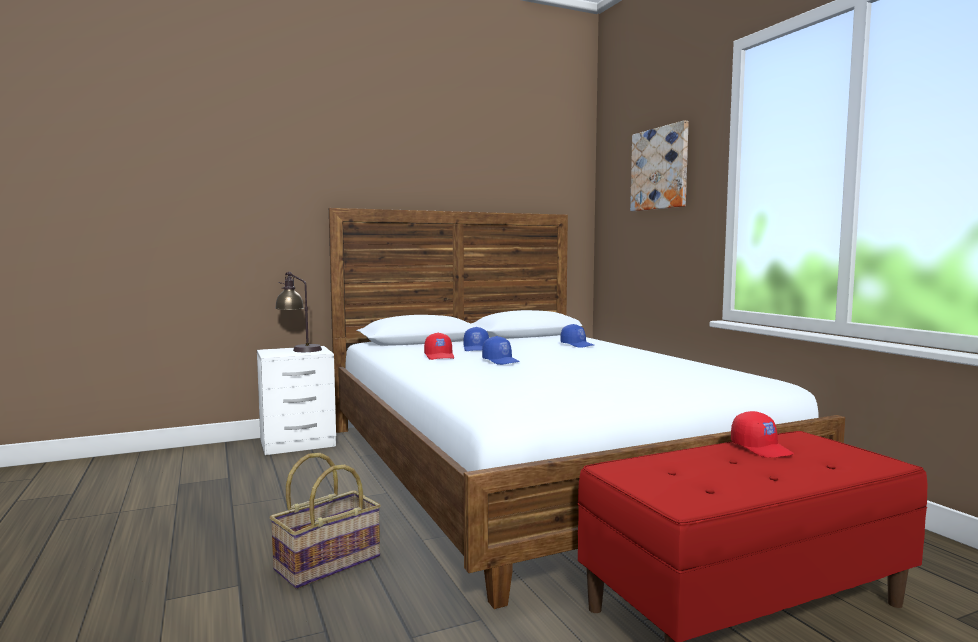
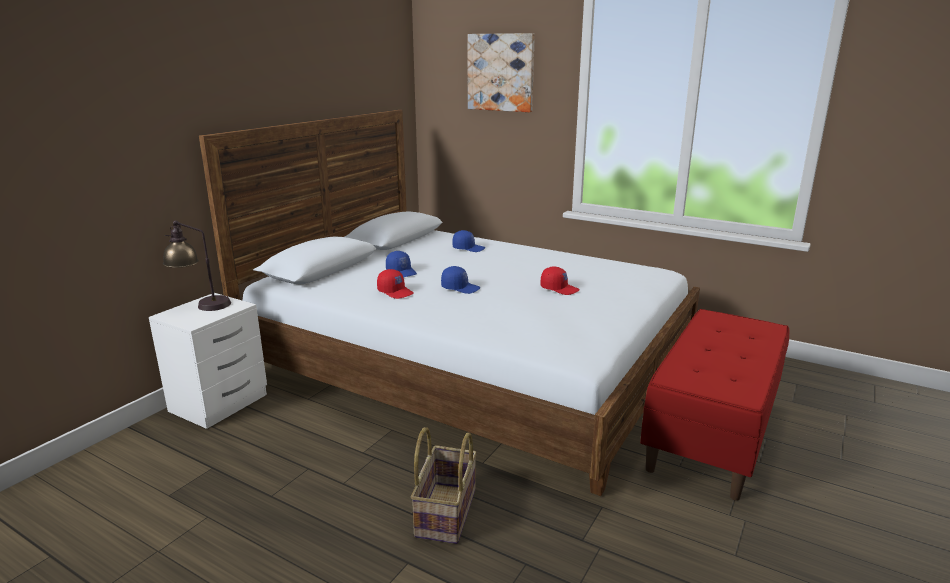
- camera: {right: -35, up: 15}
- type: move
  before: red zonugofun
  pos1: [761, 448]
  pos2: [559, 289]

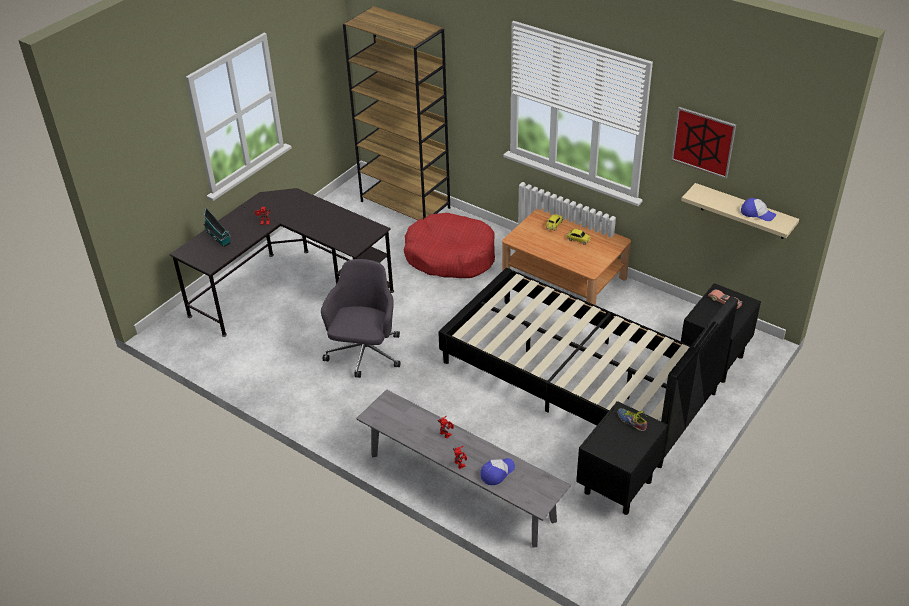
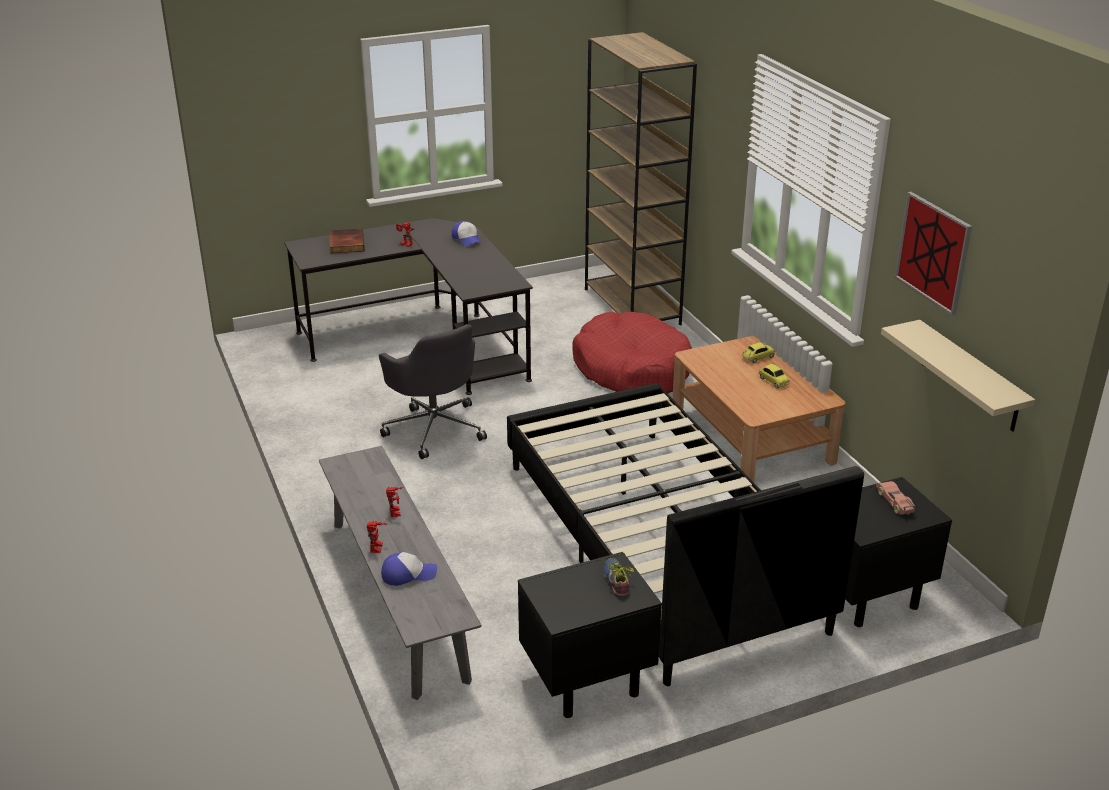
- camera: {right: 30, up: -10}
- type: move
  before: zonugofun
  pos1: [757, 213]
  pos2: [467, 239]
- type: replace
  before: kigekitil
  after: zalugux
  pos1: [219, 238]
  pos2: [346, 243]
- type: rotate
  before: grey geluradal
  pos1: [365, 354]
  pos2: [434, 428]
  turn: 105

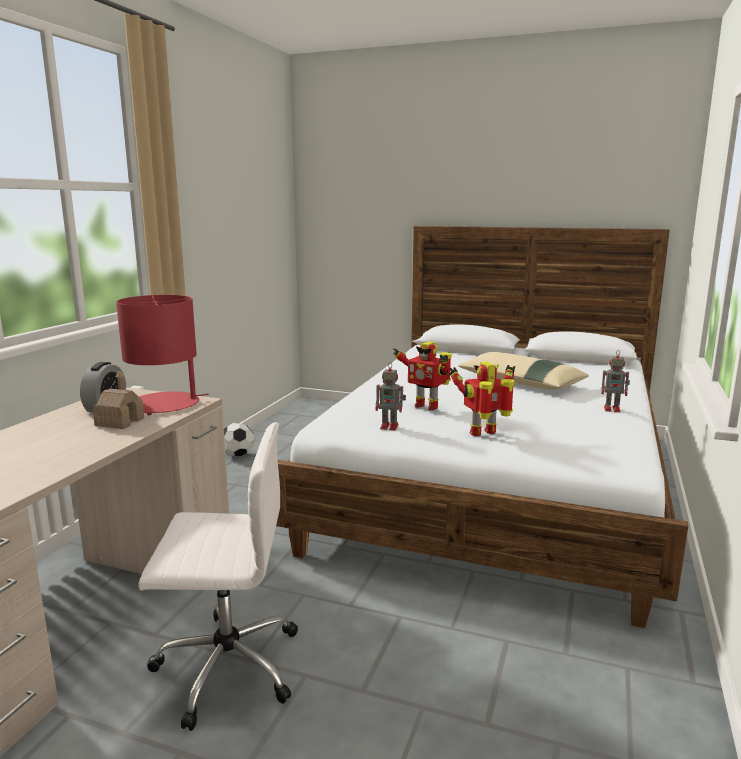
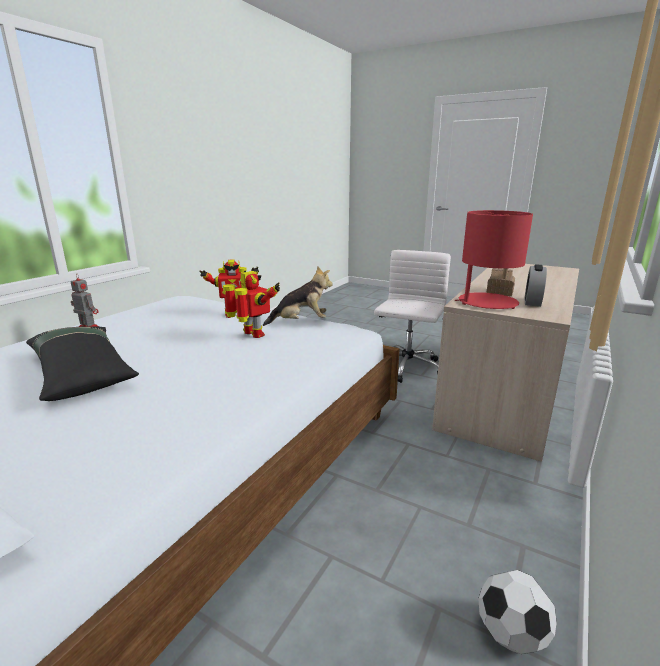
- camera: {right: -170, up: 5}
- type: recolor
  before: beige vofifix
  after: black vofifix
  pos1: [520, 382]
  pos2: [81, 372]
- type: replace
  before: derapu
  after: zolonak
  pos1: [390, 426]
  pos2: [300, 322]
- type: rotate
  before: white geluradal
  pos1: [225, 666]
  pos2: [406, 368]
  turn: 105

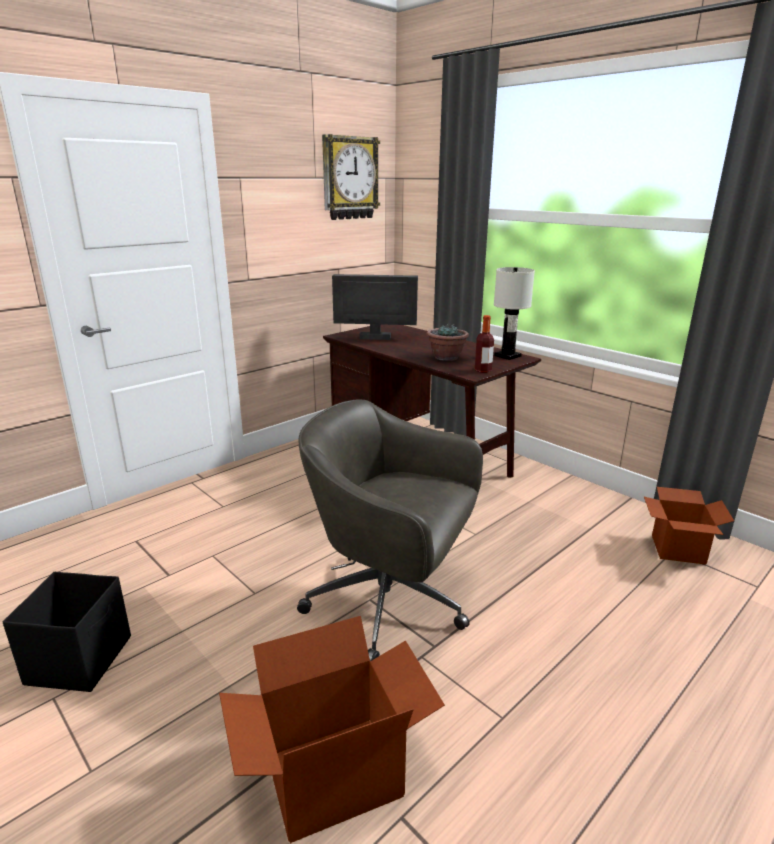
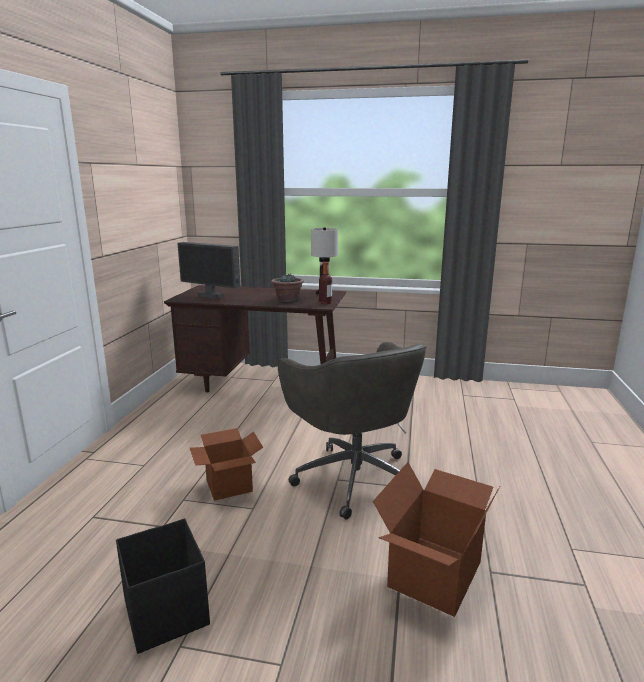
- camera: {right: -35, up: -5}
- type: delete
  before: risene
  pos1: [349, 178]
- type: rotate
  before: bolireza
  pos1: [375, 338]
  pos2: [211, 296]
  turn: -120
- type: rotate
  before: grey geluradal
  pos1: [391, 604]
  pos2: [353, 476]
  turn: -105
- type: move
  before: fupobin
  pos1: [678, 549]
  pos2: [229, 486]

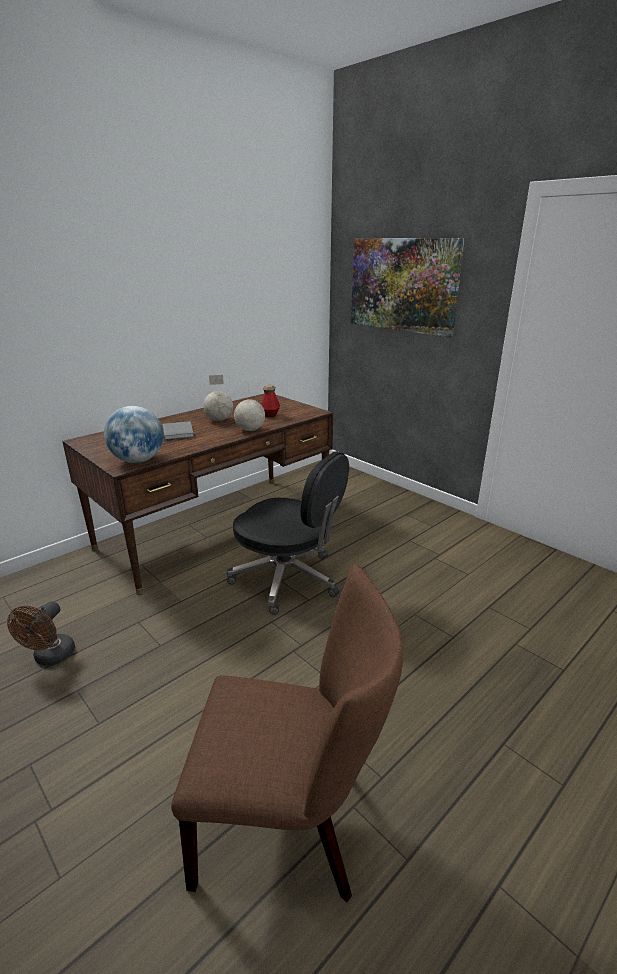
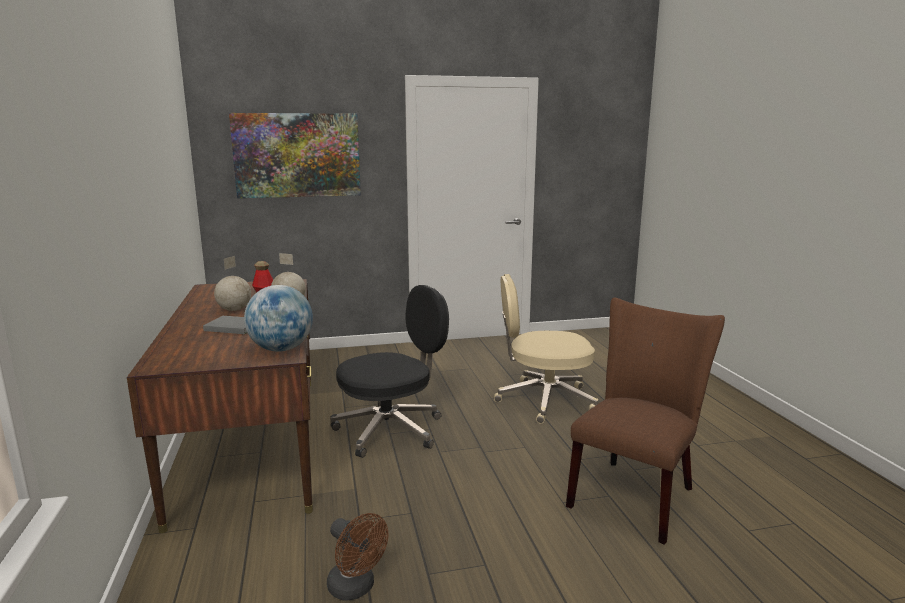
- camera: {right: -60, up: -10}
- type: insert
  after: beige geluradal
  pos2: [543, 400]

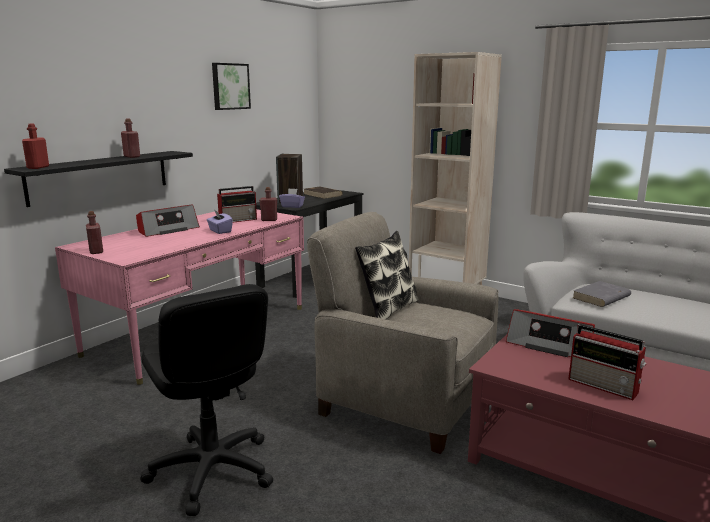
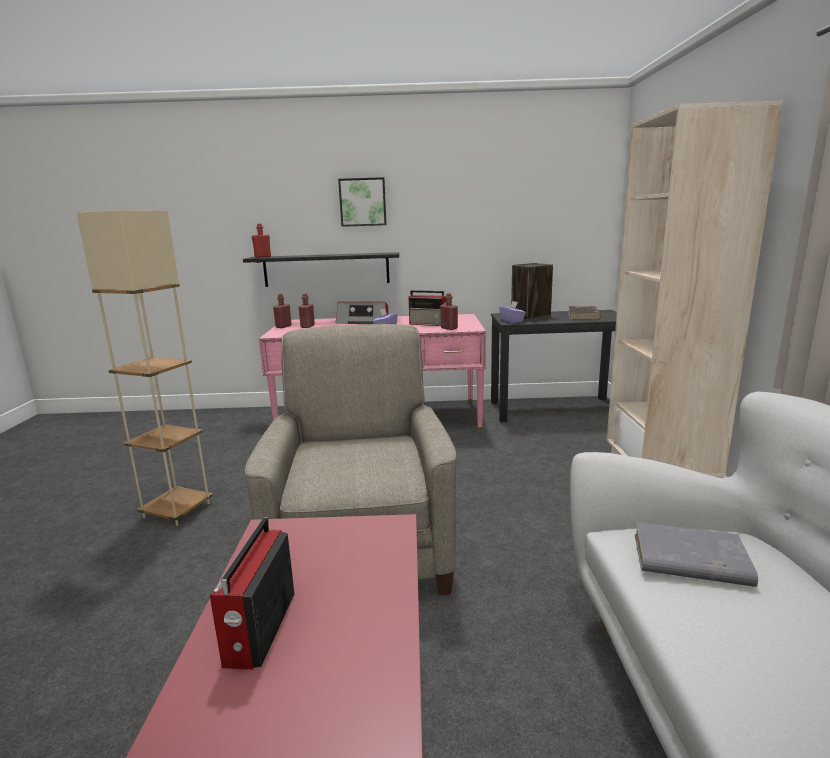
- camera: {right: 55, up: 0}
- type: move
  before: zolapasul
  pos1: [230, 86]
  pos2: [363, 202]
- type: move
  before: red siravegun
  pos1: [132, 156]
  pos2: [307, 326]
- type: delete
  before: vofifix
  pos1: [388, 310]
- type: replace
  before: black geluradal
  after: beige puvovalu
  pos1: [211, 471]
  pos2: [177, 510]
- type: delete
  before: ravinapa
  pos1: [550, 345]

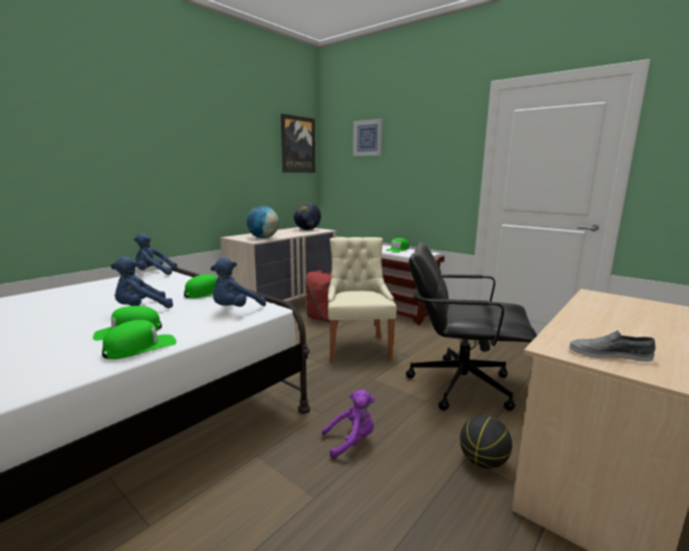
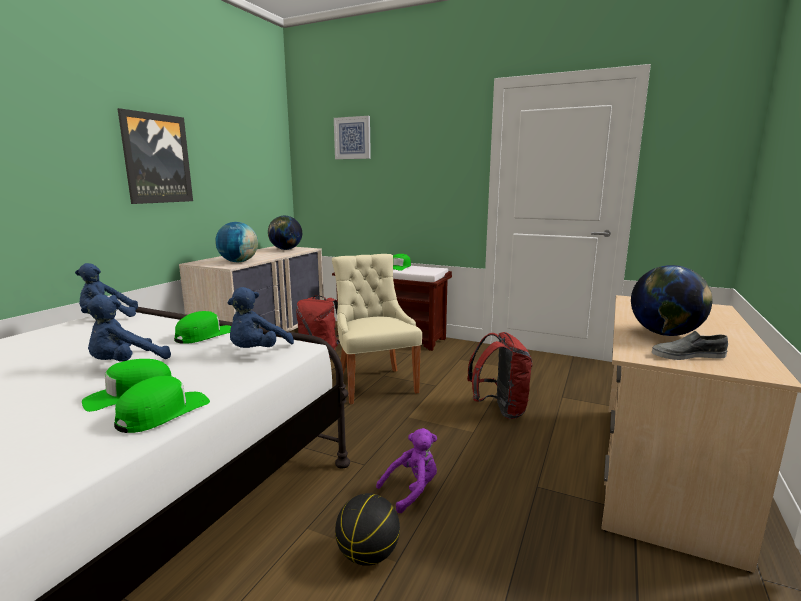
- camera: {right: -15, up: 0}
- type: move
  before: zolapasul
  pos1: [297, 144]
  pos2: [156, 159]
- type: replace
  before: black geluradal
  after: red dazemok
  pos1: [459, 384]
  pos2: [500, 409]
- type: move
  before: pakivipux
  pos1: [482, 462]
  pos2: [367, 554]
- type: insert
  after: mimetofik
  pos2: [665, 334]

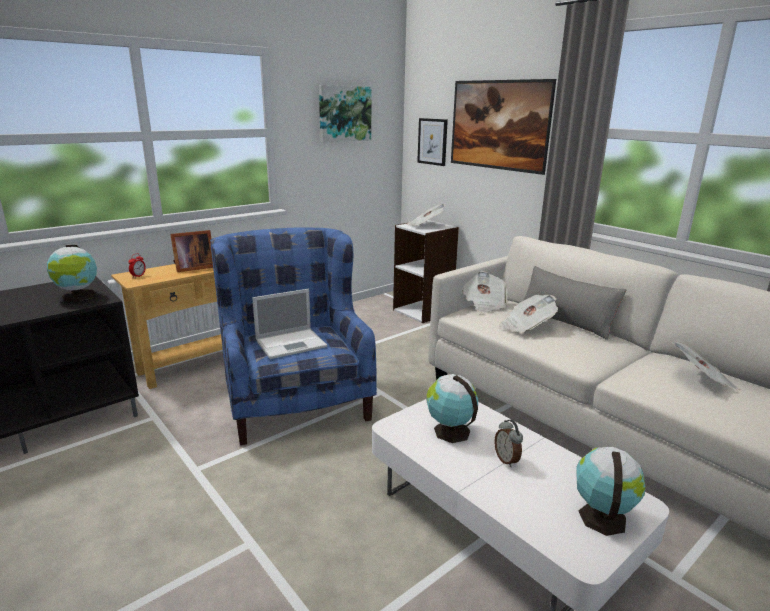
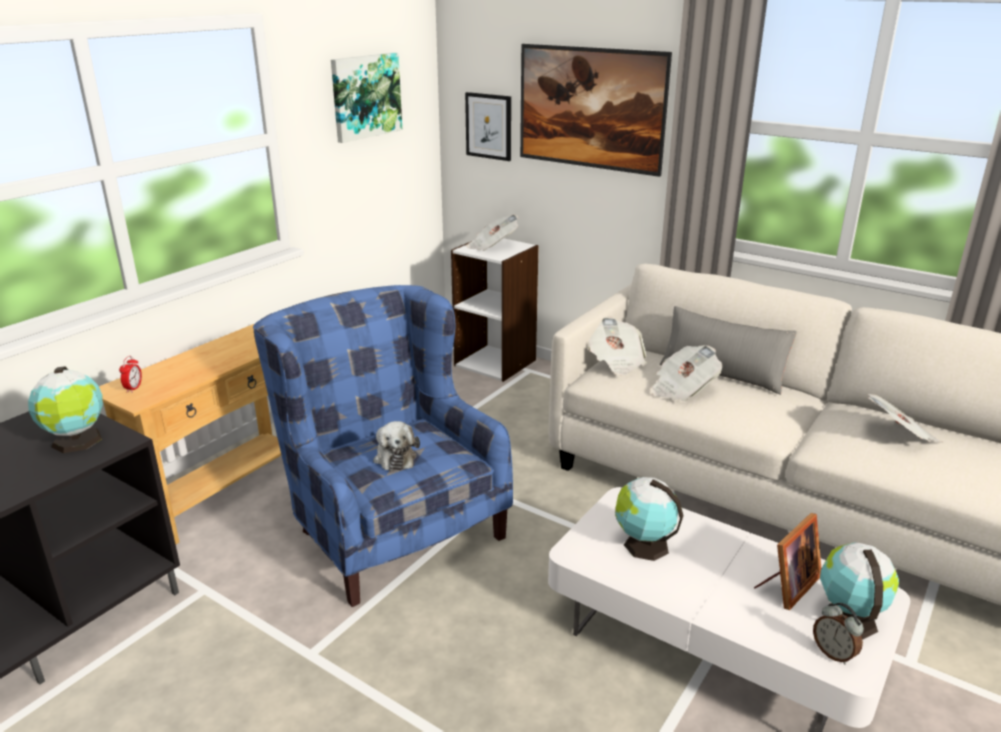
- camera: {right: -15, up: 5}
- type: move
  before: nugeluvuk
  pos1: [193, 268]
  pos2: [787, 586]
- type: replace
  before: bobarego
  after: zolonak
  pos1: [292, 343]
  pos2: [395, 457]
- type: move
  before: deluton
  pos1: [507, 460]
  pos2: [834, 653]

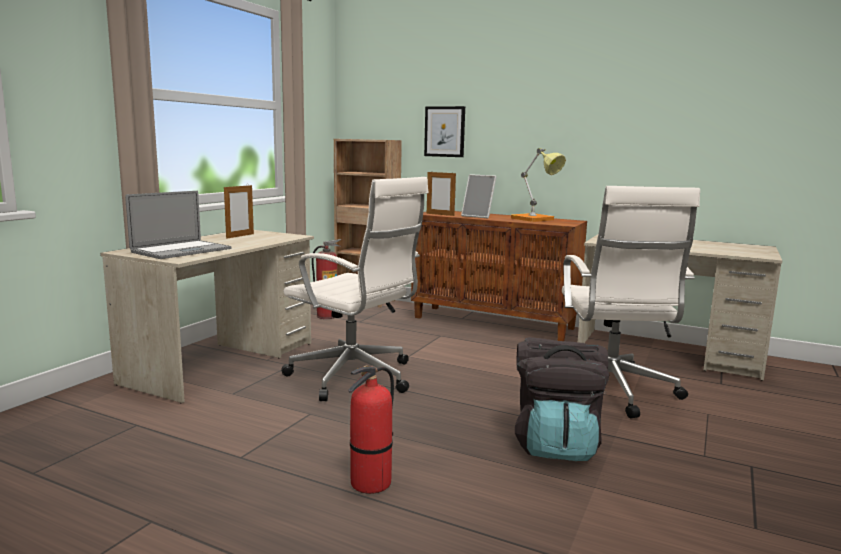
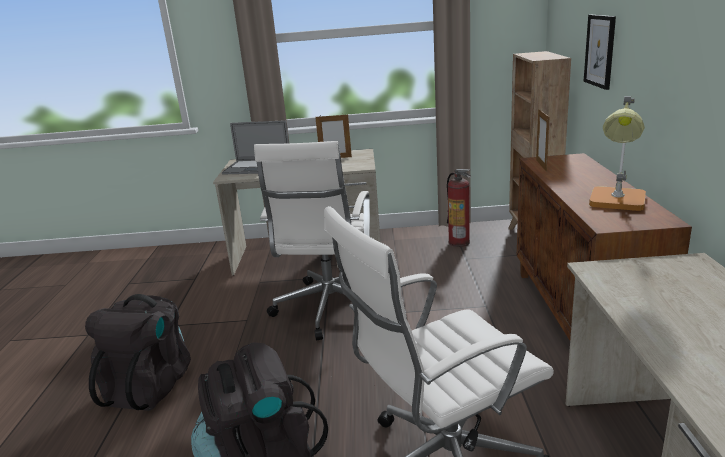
- camera: {right: 65, up: 10}
- type: delete
  before: nugeluvuk
  pos1: [478, 216]
- type: replace
  before: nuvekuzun
  after: black dazemok
  pos1: [371, 483]
  pos2: [150, 385]

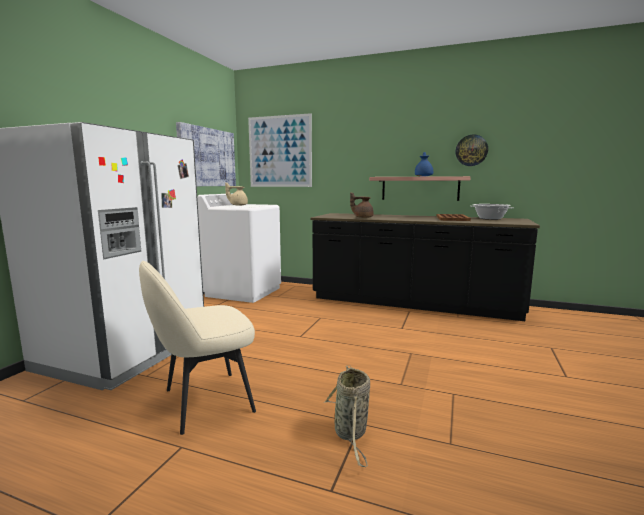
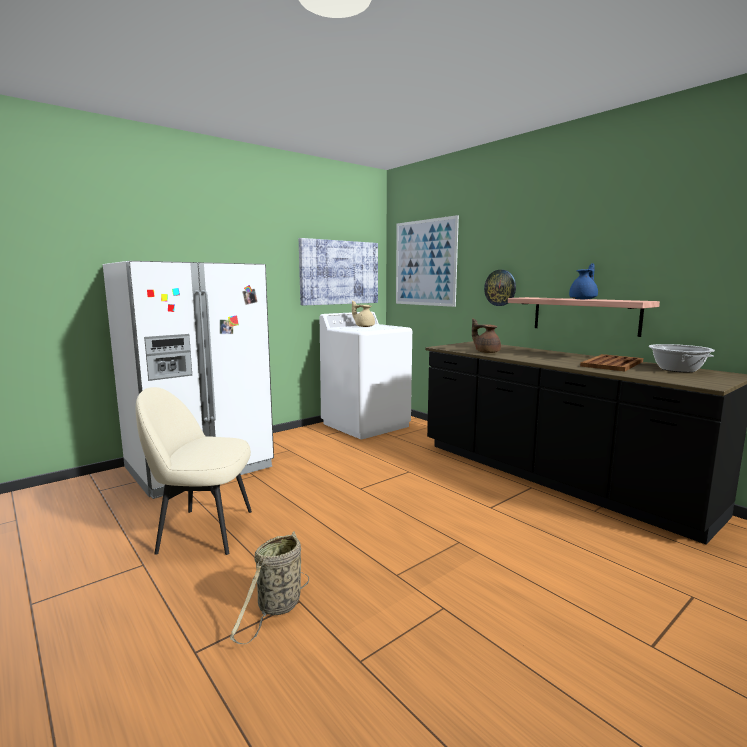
- camera: {right: 30, up: 0}
- type: move
  before: risene
  pos1: [471, 150]
  pos2: [500, 287]

